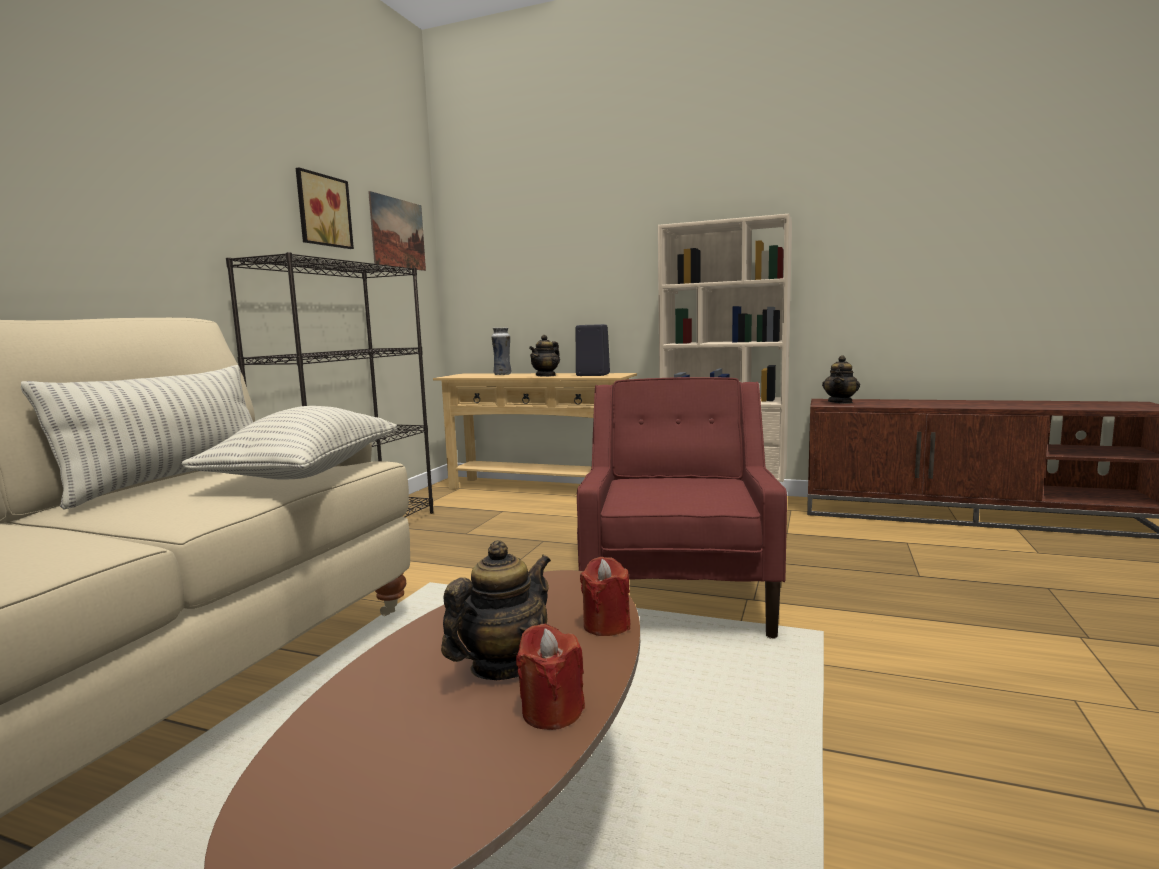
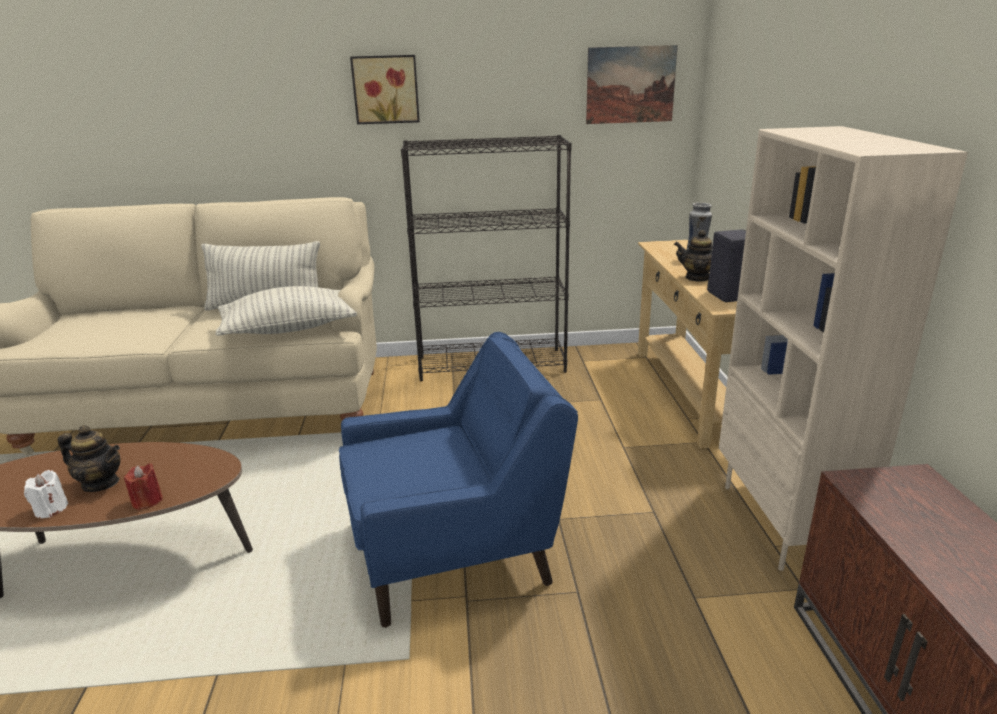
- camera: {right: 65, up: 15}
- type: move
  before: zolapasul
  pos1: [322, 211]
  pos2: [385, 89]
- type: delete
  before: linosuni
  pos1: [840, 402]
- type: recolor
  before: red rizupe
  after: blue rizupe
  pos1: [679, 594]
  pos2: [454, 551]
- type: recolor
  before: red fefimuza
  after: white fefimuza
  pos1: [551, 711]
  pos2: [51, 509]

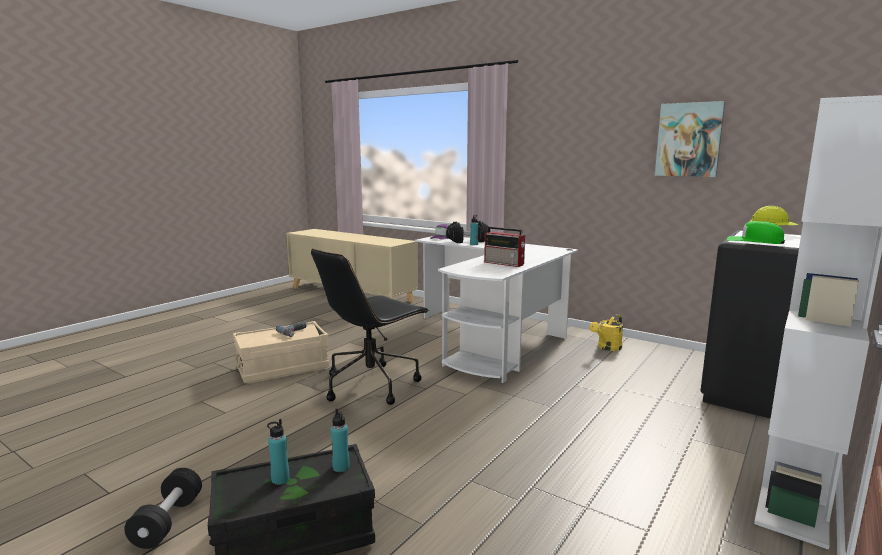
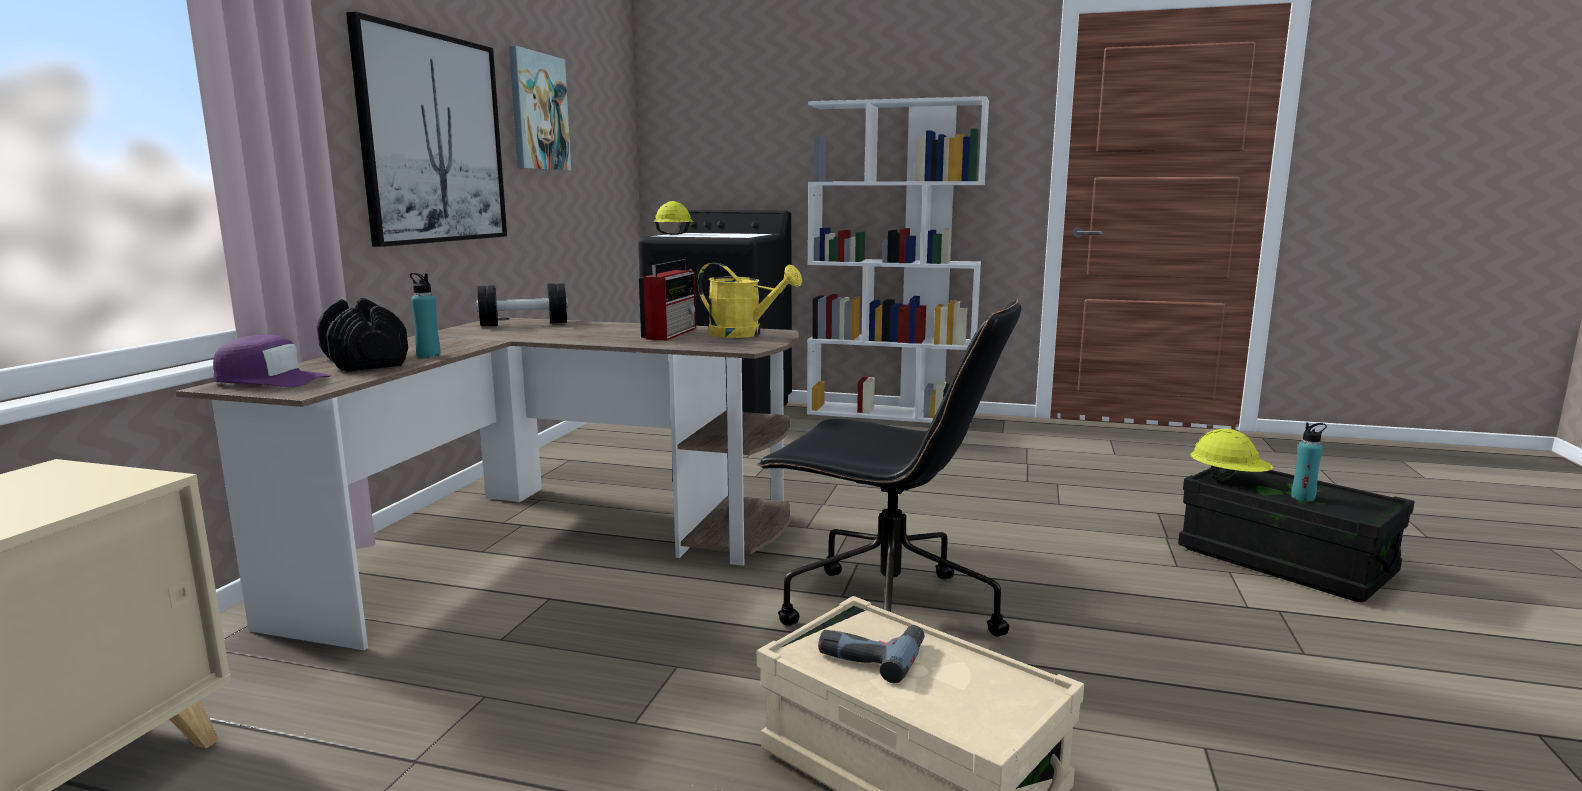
- camera: {right: -110, up: 0}
- type: delete
  before: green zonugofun
  pos1: [754, 241]
- type: recolor
  before: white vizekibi
  after: brown vizekibi
  pos1: [493, 338]
  pos2: [550, 542]
- type: move
  before: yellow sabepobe
  pos1: [607, 348]
  pos2: [744, 334]
- type: replace
  before: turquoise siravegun
  after: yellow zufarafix
  pos1: [341, 467]
  pos2: [1228, 479]
- type: move
  before: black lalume
  pos1: [168, 521]
  pos2: [524, 324]
- type: insert
  after: zolapasul
  pos2: [433, 139]

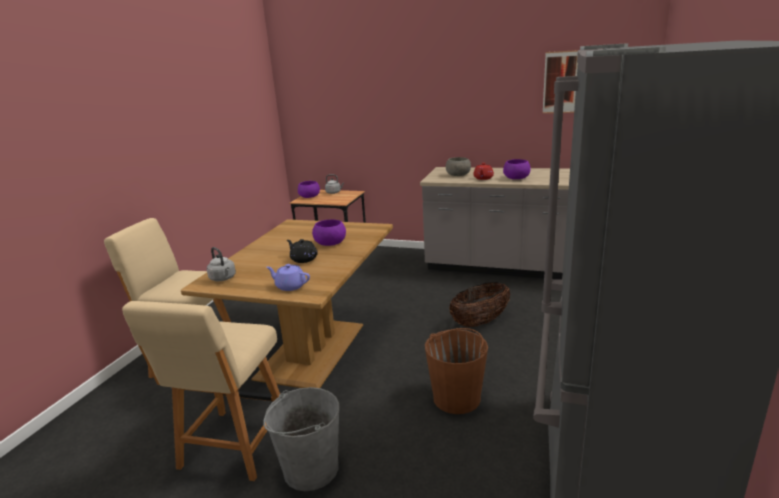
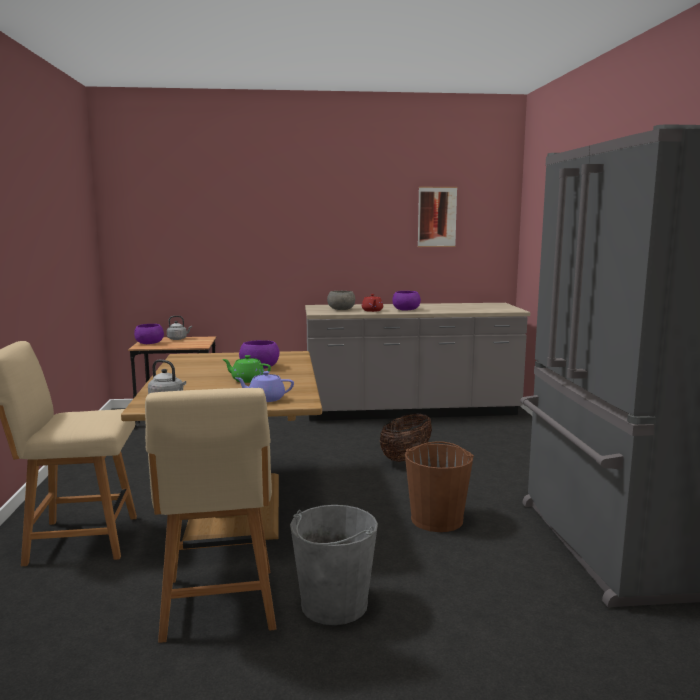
- camera: {right: -25, up: -10}
- type: recolor
  before: black linosuni
  after: green linosuni
  pos1: [303, 259]
  pos2: [247, 380]

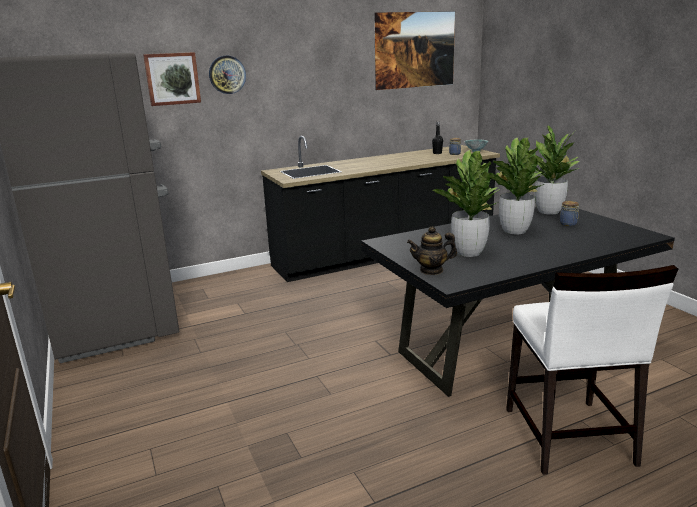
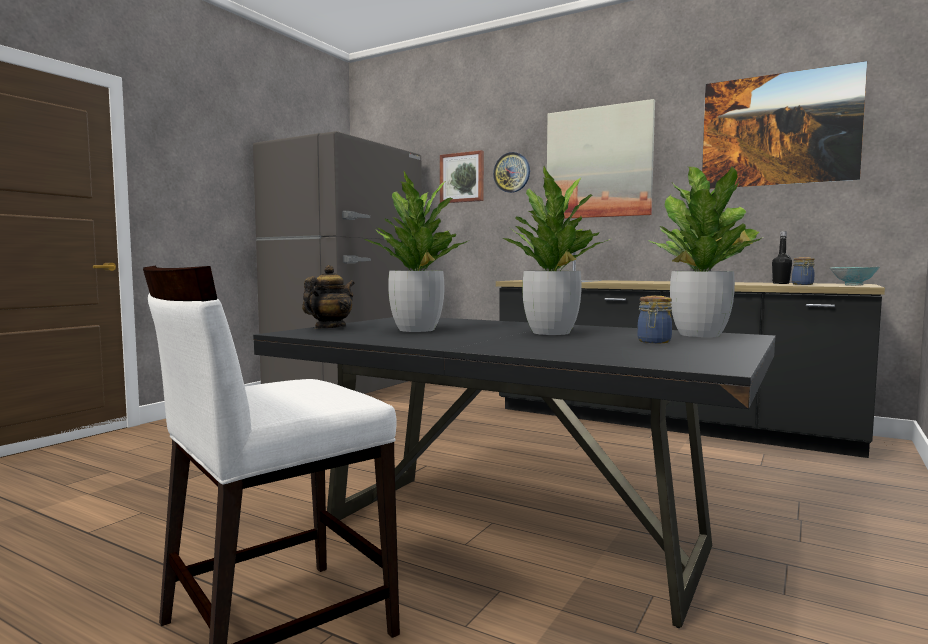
- camera: {right: 55, up: -15}
- type: rotate
  before: linosuni
  pos1: [431, 270]
  pos2: [329, 328]
  turn: 75
- type: insert
  after: zolapasul
  pos2: [598, 163]

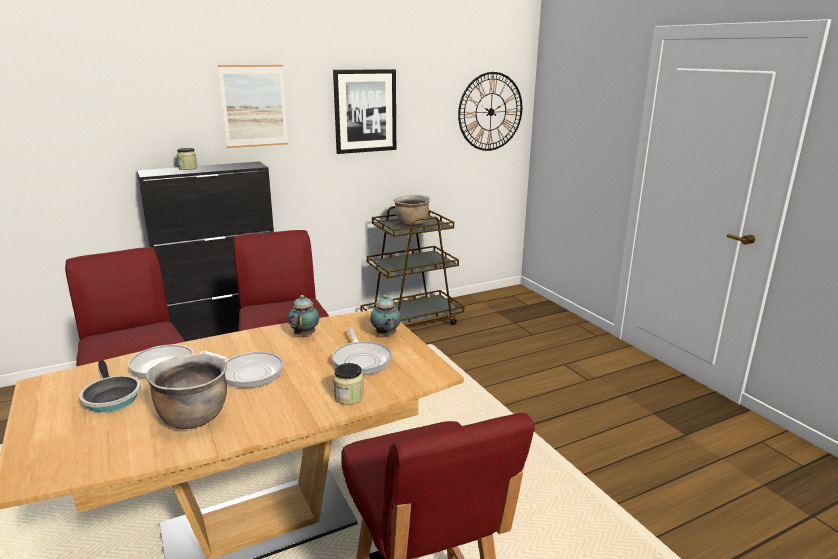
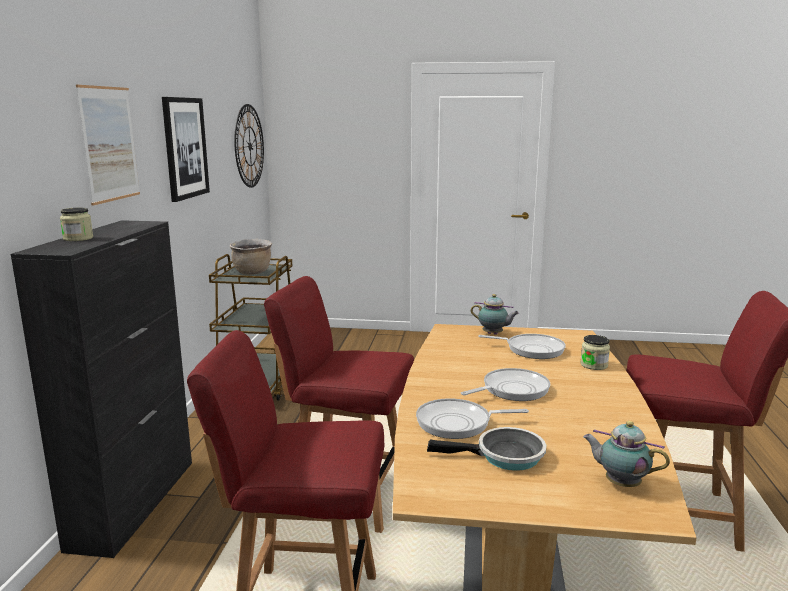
- camera: {right: -55, up: -5}
- type: move
  before: linosuni
  pos1: [305, 334]
  pos2: [620, 483]
- type: delete
  before: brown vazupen
  pos1: [193, 417]

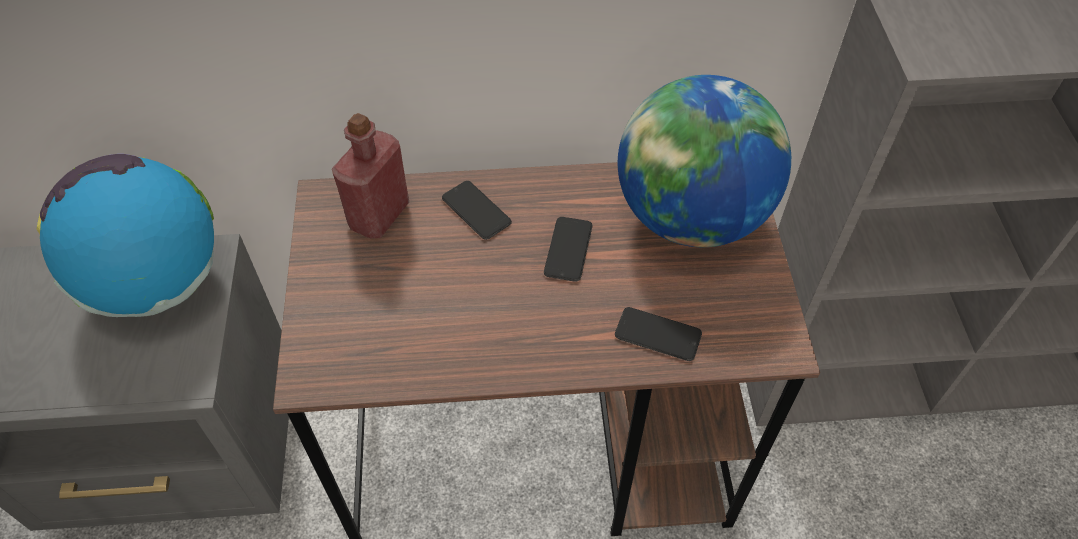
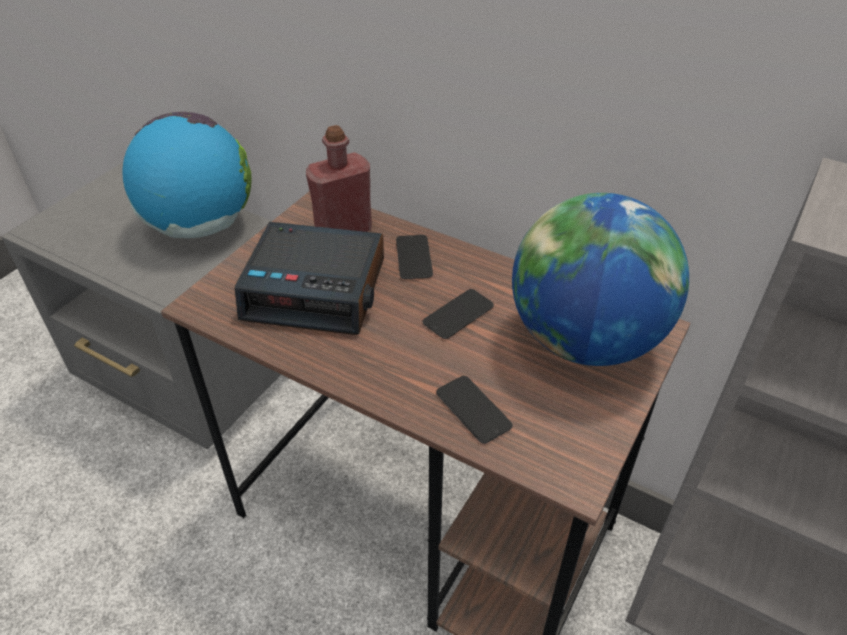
- camera: {right: 35, up: -10}
- type: insert
  after: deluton
  pos2: [317, 289]

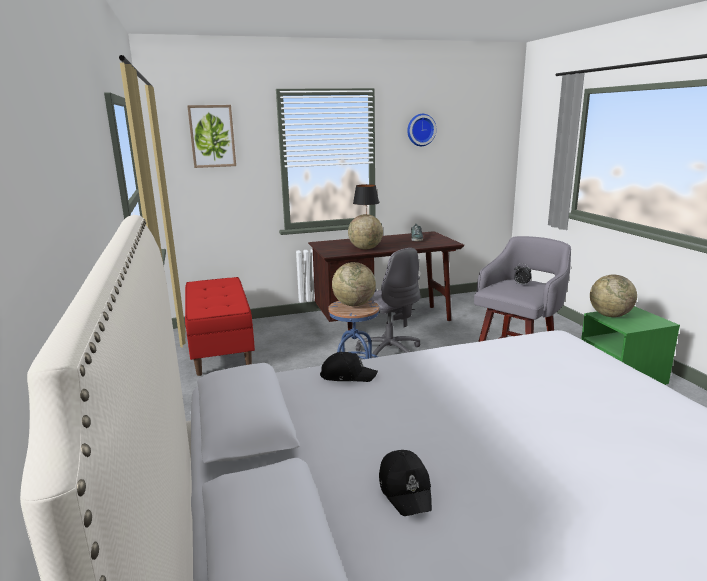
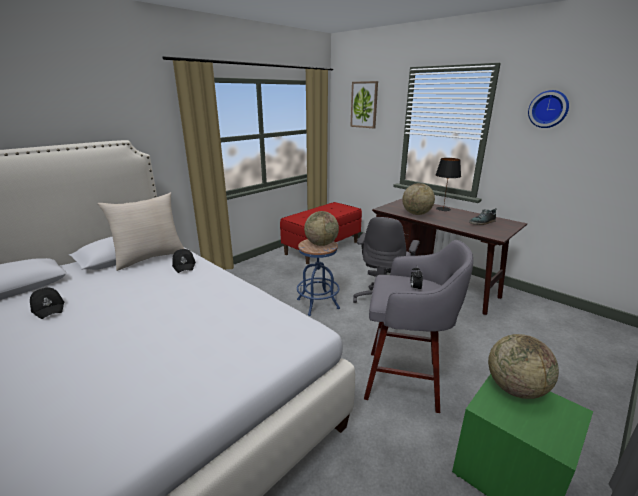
- camera: {right: 60, up: 5}
- type: rotate
  before: black zonugofun
  pos1: [406, 489]
  pos2: [49, 307]
  turn: -90
- type: insert
  after: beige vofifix
  pos2: [150, 258]

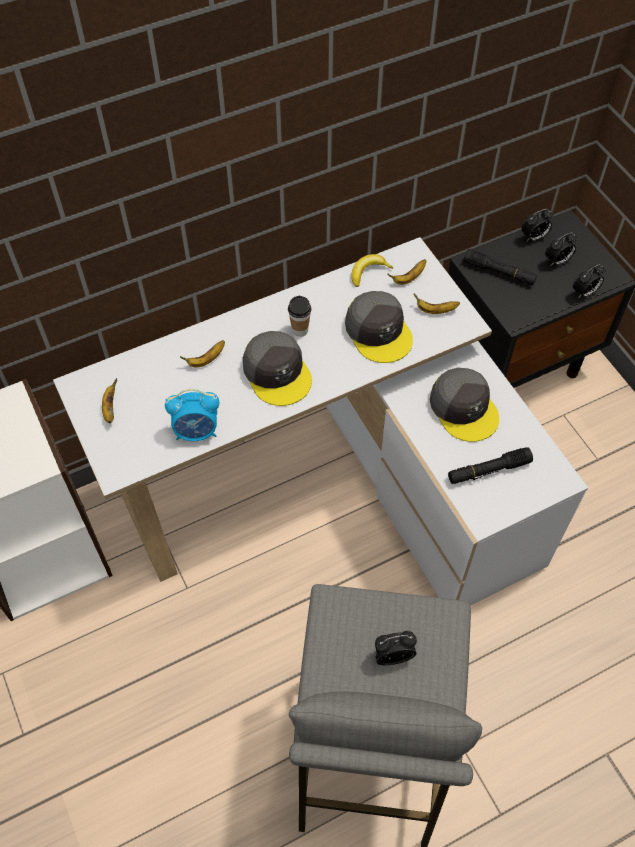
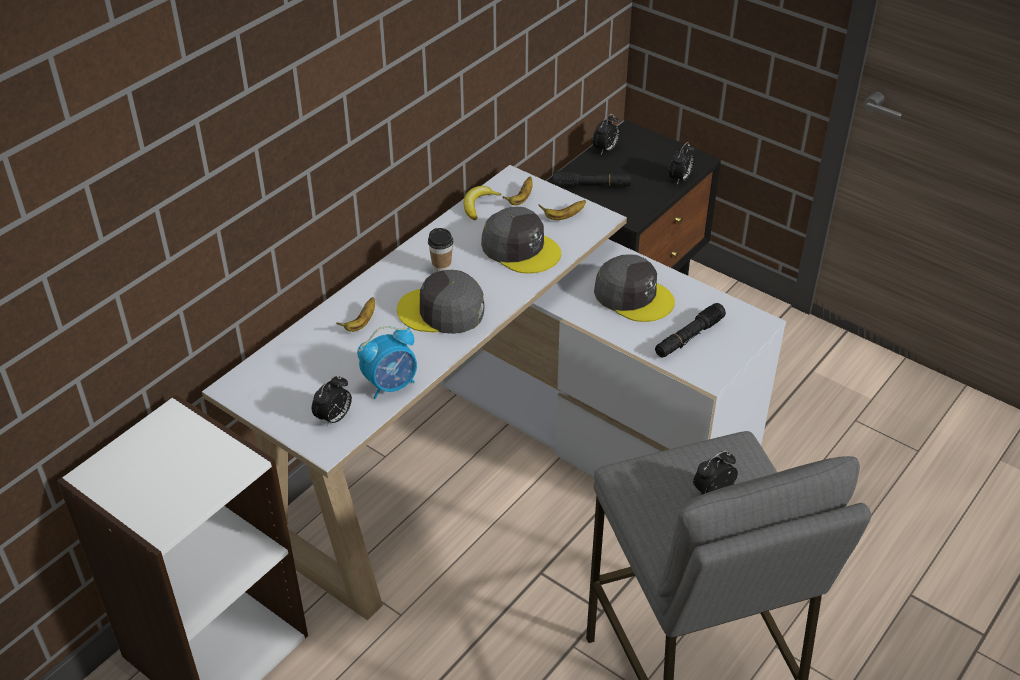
- camera: {right: -25, up: -15}
- type: move
  before: deluton
  pos1: [557, 261]
  pos2: [334, 418]
- type: rotate
  before: grey zonugofun
  pos1: [277, 372]
  pos2: [442, 311]
  turn: 150
- type: delete
  before: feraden
  pos1: [110, 408]

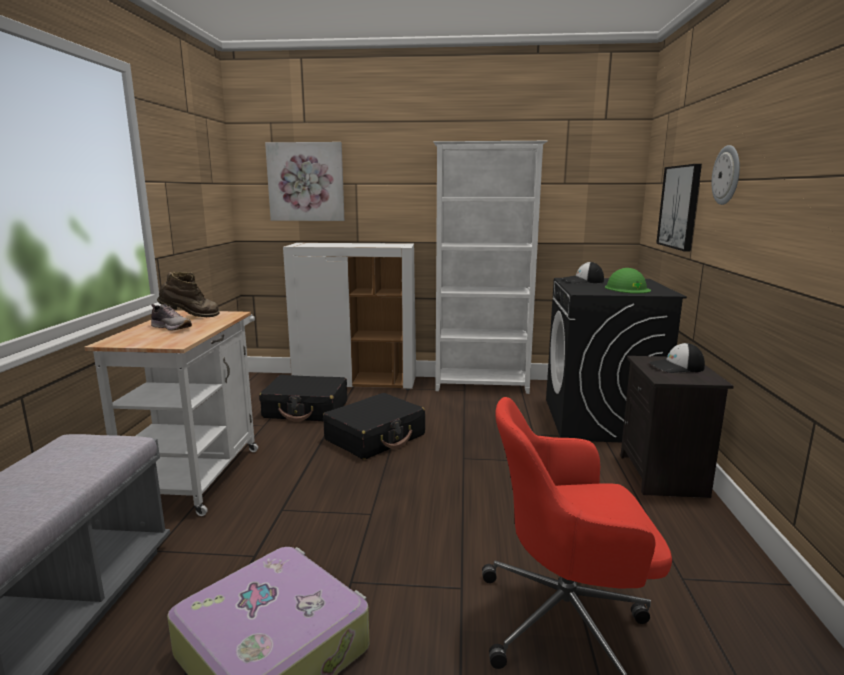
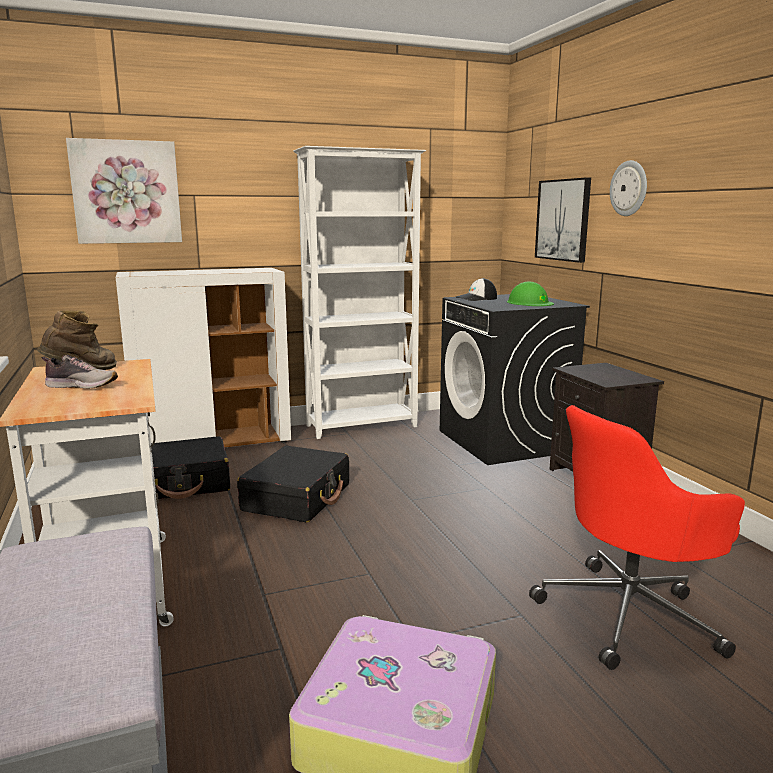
- camera: {right: -25, up: 0}
- type: delete
  before: zonugofun
  pos1: [676, 367]

